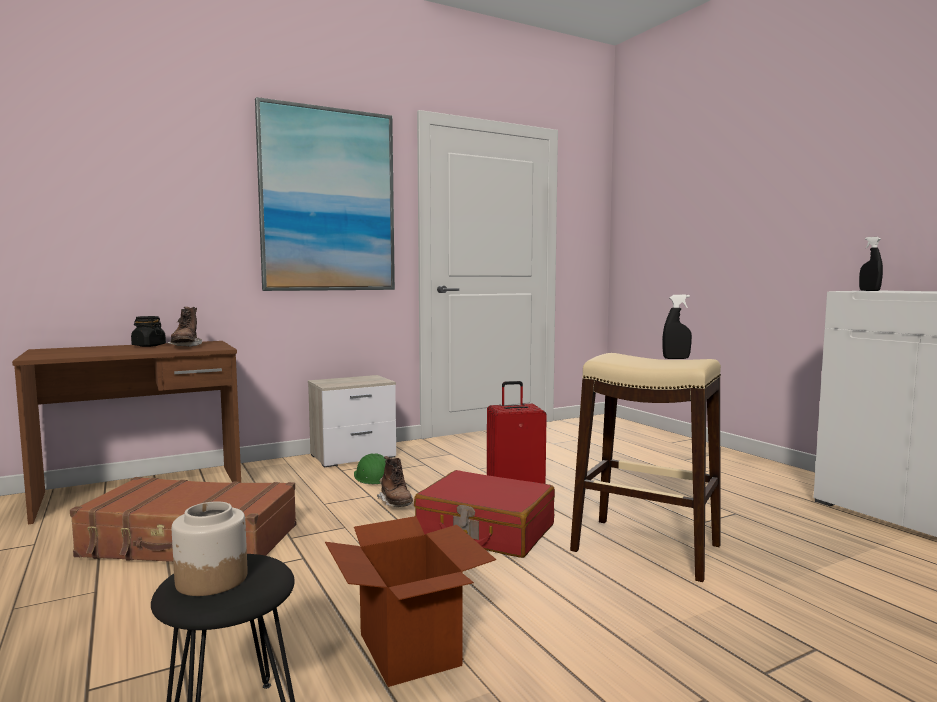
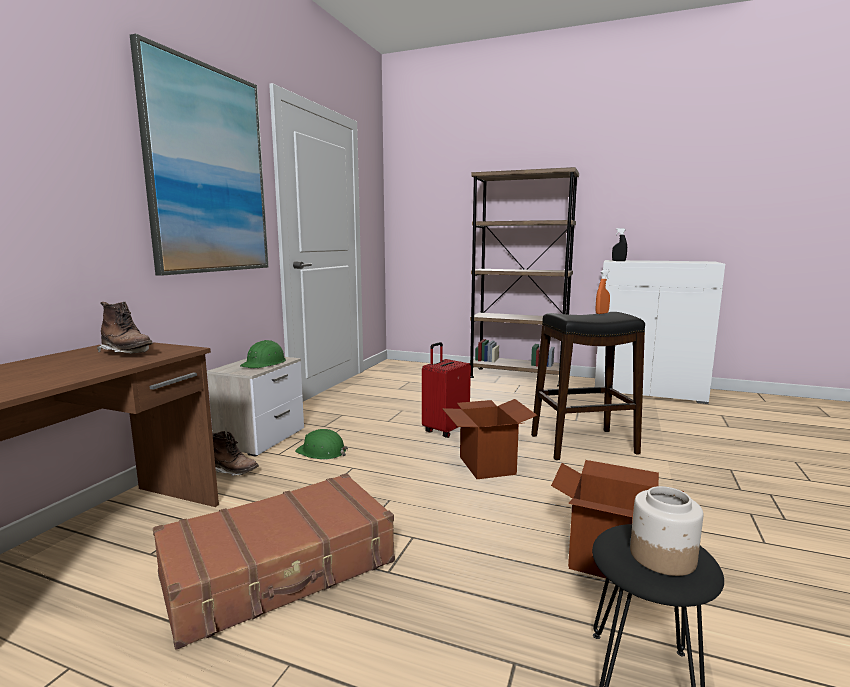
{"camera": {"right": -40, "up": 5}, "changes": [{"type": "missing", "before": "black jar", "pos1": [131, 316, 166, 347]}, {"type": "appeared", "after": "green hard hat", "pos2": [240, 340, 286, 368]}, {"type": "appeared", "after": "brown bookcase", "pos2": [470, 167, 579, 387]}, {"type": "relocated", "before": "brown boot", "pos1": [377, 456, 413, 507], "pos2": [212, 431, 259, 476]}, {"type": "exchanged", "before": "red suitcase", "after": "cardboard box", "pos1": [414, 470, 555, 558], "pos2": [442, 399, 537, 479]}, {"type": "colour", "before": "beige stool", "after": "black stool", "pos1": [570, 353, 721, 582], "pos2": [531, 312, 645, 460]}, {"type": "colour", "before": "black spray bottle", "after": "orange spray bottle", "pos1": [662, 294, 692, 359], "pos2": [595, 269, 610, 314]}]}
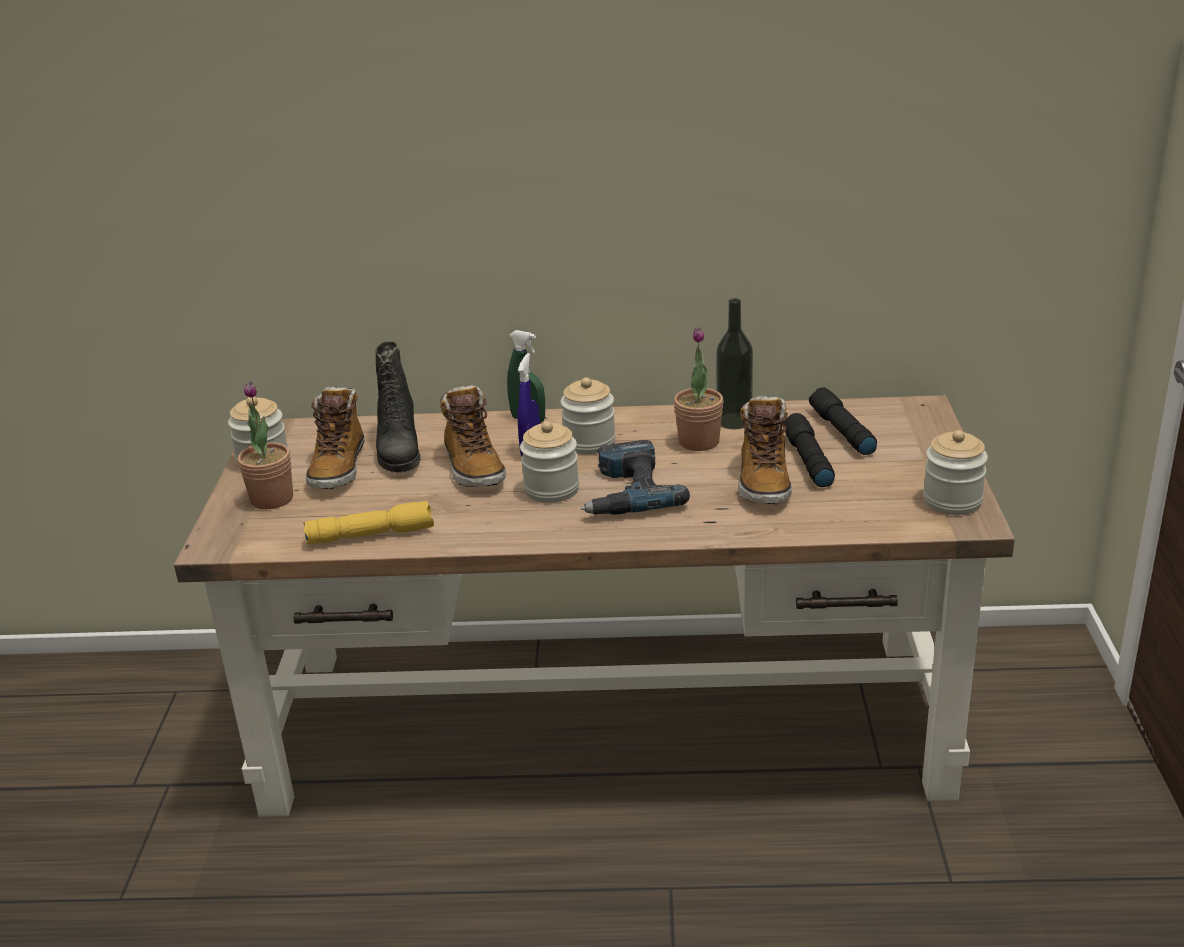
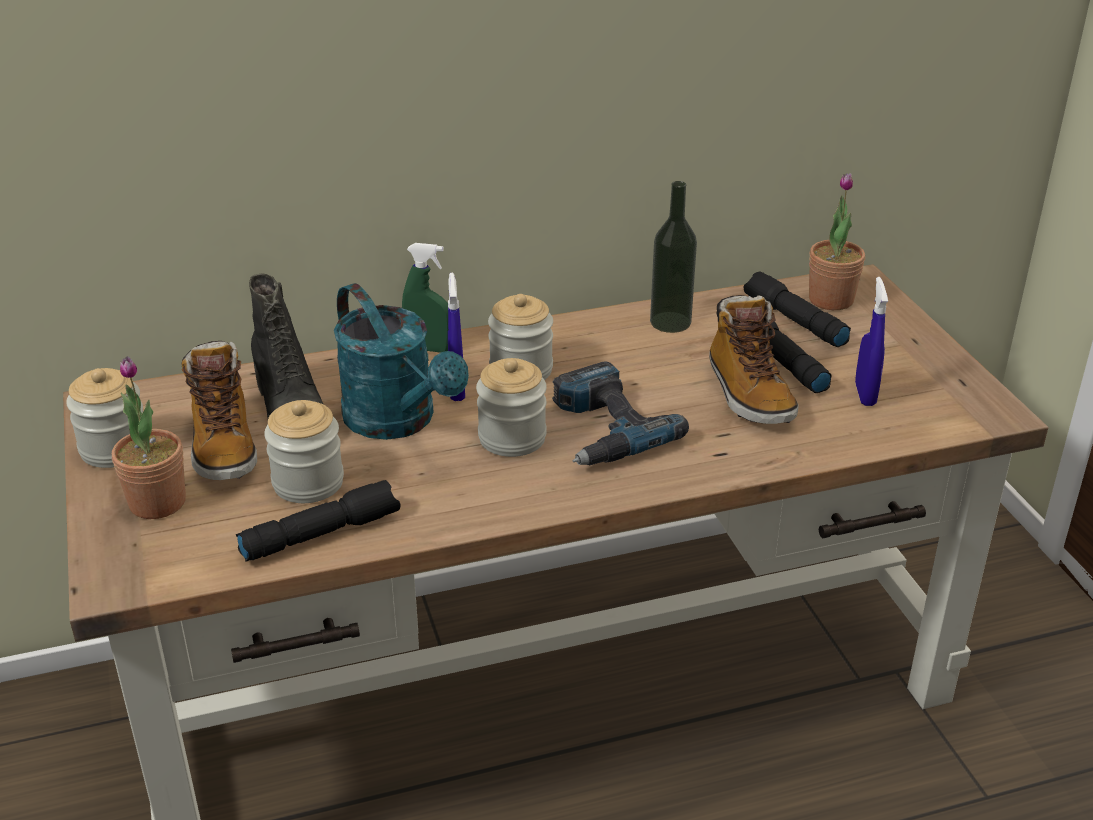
{"camera": {"right": -20, "up": 5}, "changes": [{"type": "appeared", "after": "blue spray bottle", "pos2": [855, 277, 888, 406]}, {"type": "relocated", "before": "potted plant", "pos1": [674, 327, 723, 451], "pos2": [809, 173, 865, 310]}, {"type": "relocated", "before": "jar", "pos1": [923, 430, 988, 515], "pos2": [264, 400, 344, 503]}, {"type": "exchanged", "before": "boot", "after": "turquoise watering can", "pos1": [440, 385, 506, 487], "pos2": [334, 283, 469, 440]}, {"type": "colour", "before": "yellow flashlight", "after": "black flashlight", "pos1": [303, 501, 434, 544], "pos2": [236, 480, 400, 562]}]}
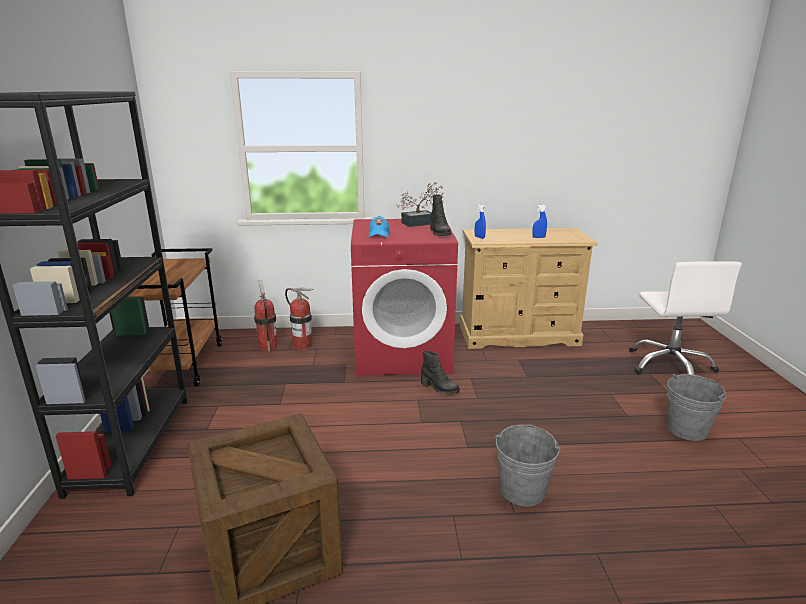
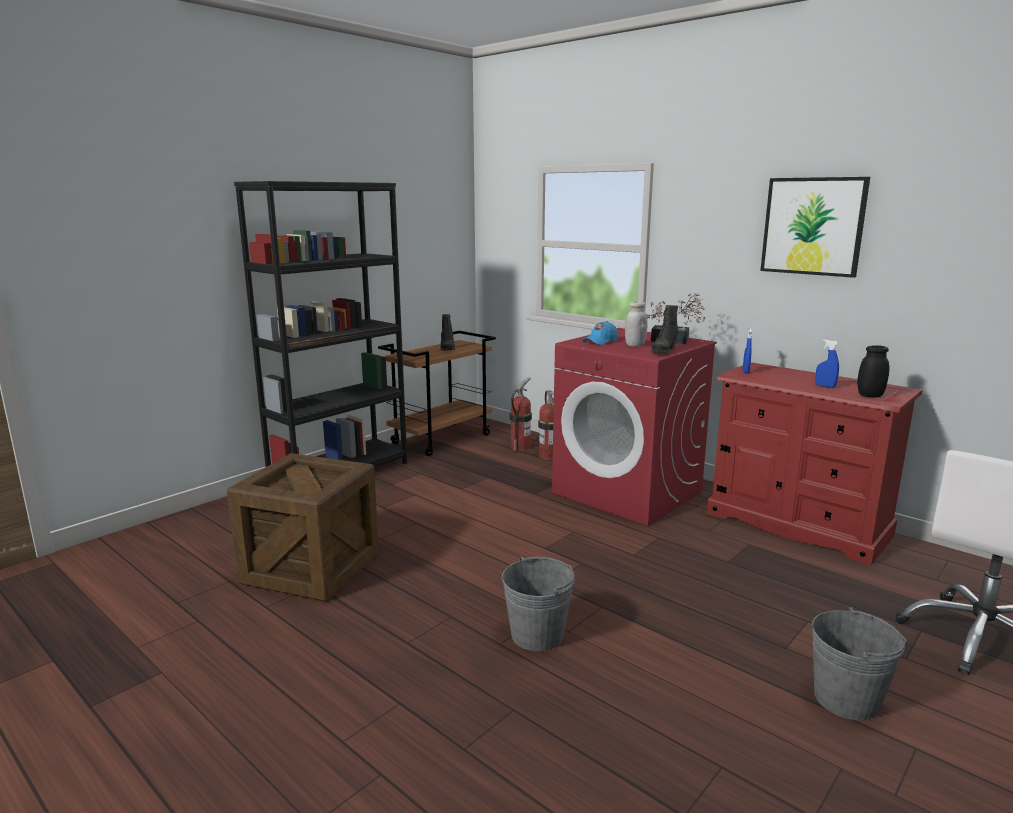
{"camera": {"right": 45, "up": -5}, "changes": [{"type": "appeared", "after": "white jar", "pos2": [625, 302, 648, 347]}, {"type": "appeared", "after": "picture", "pos2": [760, 177, 870, 278]}, {"type": "appeared", "after": "black jar", "pos2": [857, 345, 889, 397]}, {"type": "relocated", "before": "black boot", "pos1": [421, 351, 460, 394], "pos2": [441, 314, 455, 351]}, {"type": "colour", "before": "beige dresser", "after": "red dresser", "pos1": [460, 228, 598, 349], "pos2": [707, 362, 923, 565]}]}
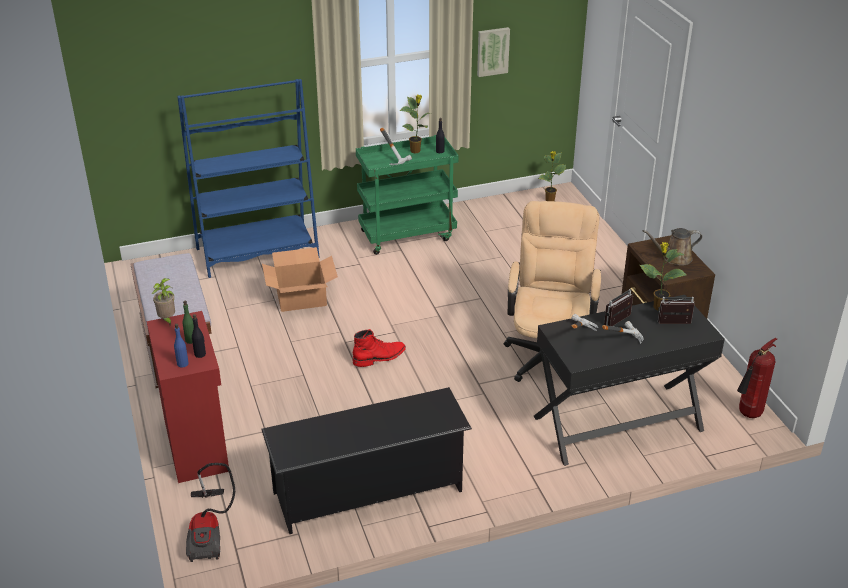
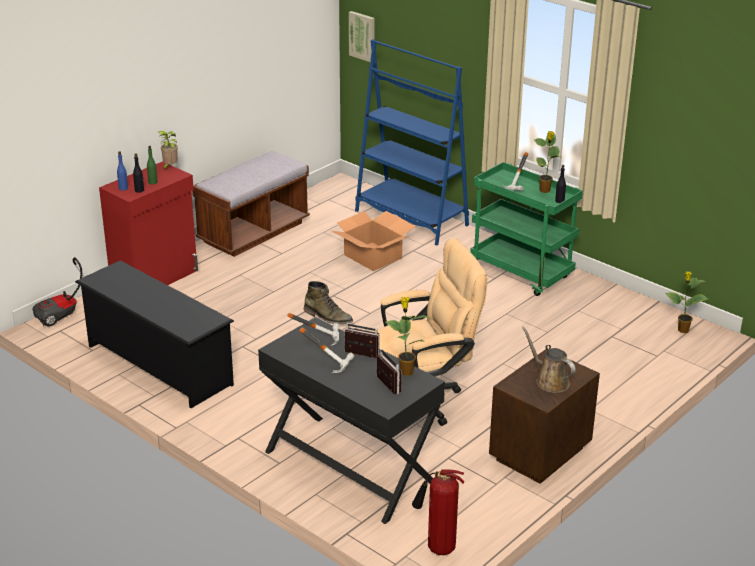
{"camera": {"right": 60, "up": -5}, "changes": [{"type": "relocated", "before": "picture", "pos1": [477, 27, 510, 77], "pos2": [349, 11, 375, 62]}, {"type": "colour", "before": "red boot", "after": "green boot", "pos1": [353, 329, 406, 367], "pos2": [304, 281, 353, 324]}]}
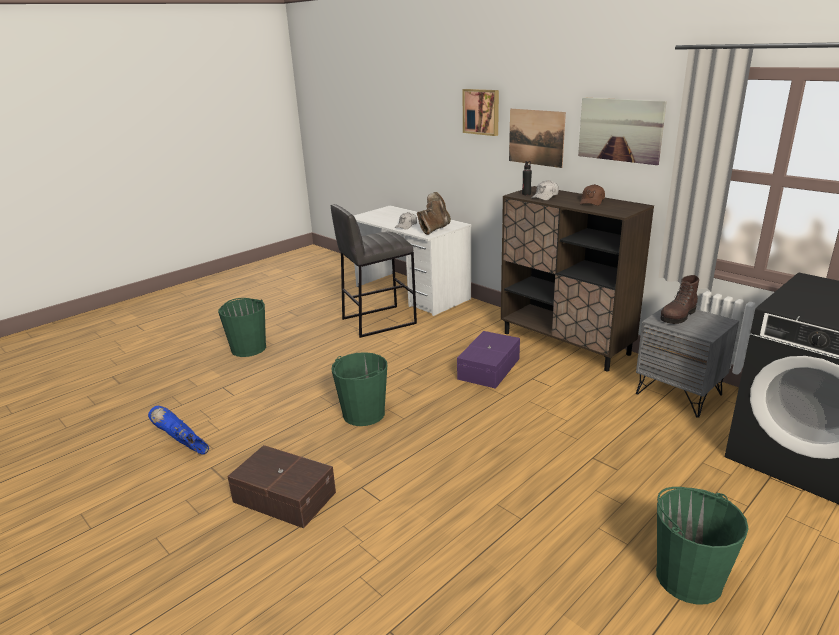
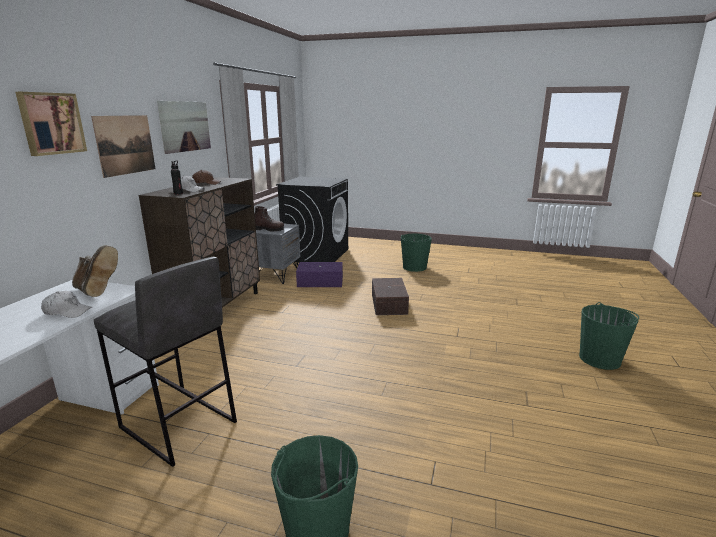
{"camera": {"right": -120, "up": -5}, "changes": [{"type": "missing", "before": "blue boot", "pos1": [148, 406, 209, 454]}, {"type": "relocated", "before": "brown storage box", "pos1": [227, 445, 336, 528], "pos2": [372, 278, 409, 315]}, {"type": "relocated", "before": "green bucket", "pos1": [331, 352, 387, 426], "pos2": [579, 302, 639, 370]}, {"type": "relocated", "before": "purple storage box", "pos1": [457, 331, 520, 389], "pos2": [296, 262, 343, 287]}, {"type": "spun", "before": "brown boot", "pos1": [417, 192, 451, 235], "pos2": [72, 245, 118, 297], "turn": -150}]}
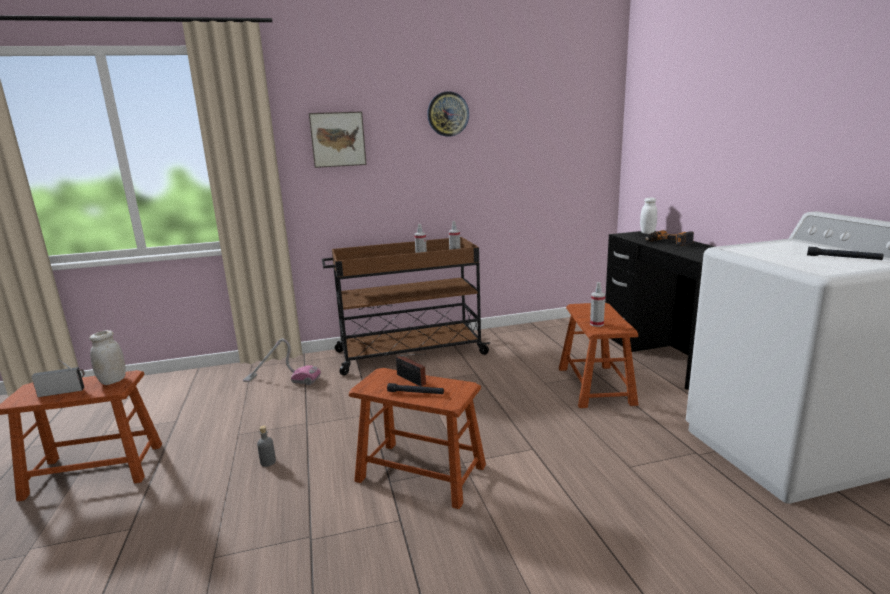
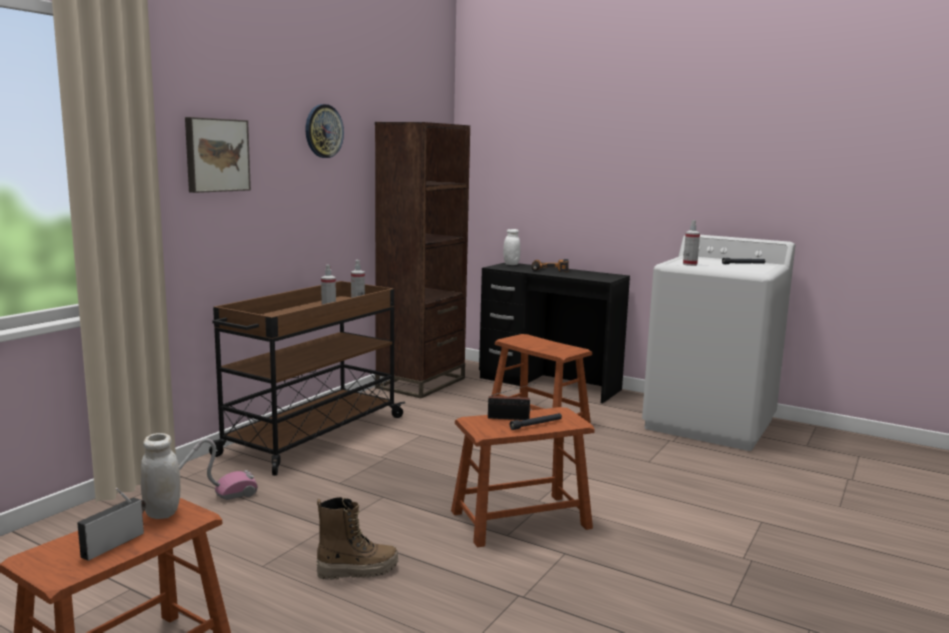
{"camera": {"right": -45, "up": -5}, "changes": [{"type": "appeared", "after": "brown bookcase", "pos2": [375, 122, 470, 398]}, {"type": "relocated", "before": "spray bottle", "pos1": [590, 282, 605, 327], "pos2": [683, 220, 700, 266]}, {"type": "exchanged", "before": "grey bottle", "after": "boot", "pos1": [257, 426, 276, 467], "pos2": [316, 497, 398, 580]}]}
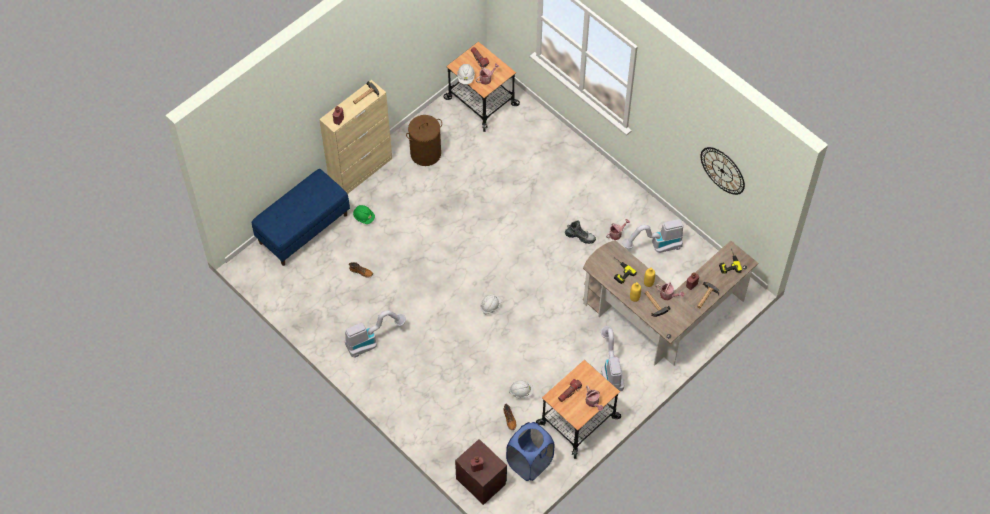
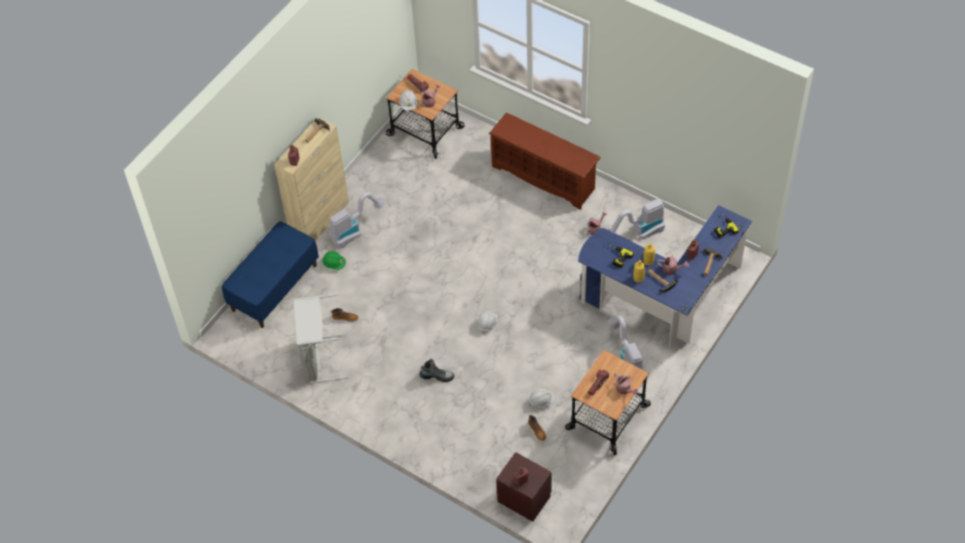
{"camera": {"right": -10, "up": -5}, "changes": [{"type": "missing", "before": "brown laundry basket", "pos1": [406, 115, 442, 166]}, {"type": "missing", "before": "blue laundry basket", "pos1": [506, 422, 555, 481]}, {"type": "missing", "before": "wall clock", "pos1": [701, 147, 745, 195]}, {"type": "appeared", "after": "grey laundry basket", "pos2": [293, 294, 351, 384]}, {"type": "appeared", "after": "brown shoe rack", "pos2": [489, 113, 601, 210]}, {"type": "relocated", "before": "vacuum cleaner", "pos1": [345, 310, 406, 358], "pos2": [329, 192, 385, 248]}, {"type": "relocated", "before": "boot", "pos1": [565, 220, 596, 244], "pos2": [419, 359, 454, 382]}, {"type": "colour", "before": "brown desk", "after": "blue desk", "pos1": [583, 240, 758, 366], "pos2": [578, 205, 752, 348]}]}
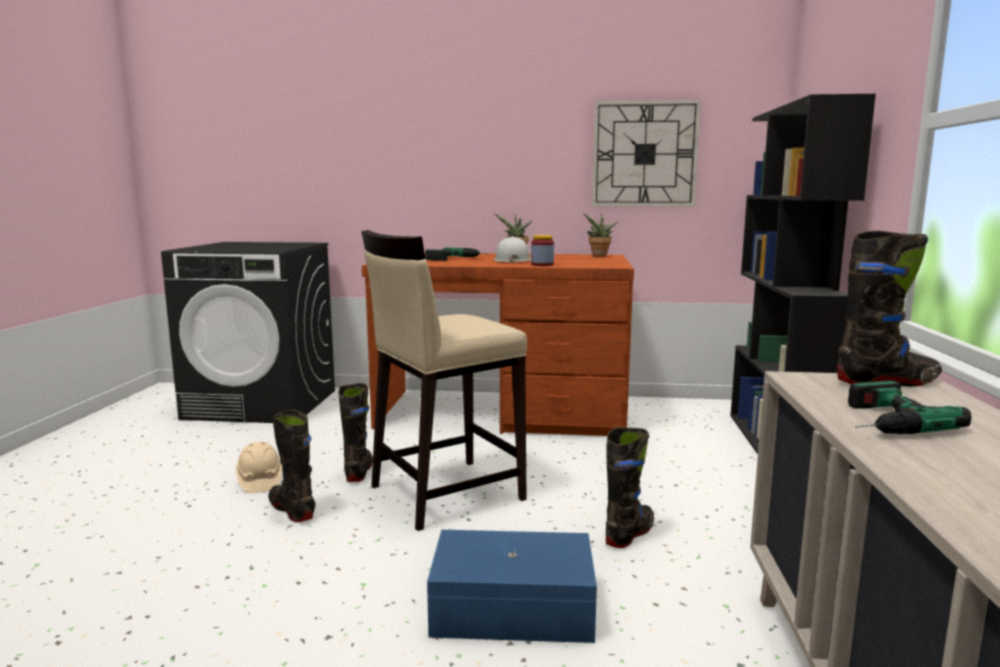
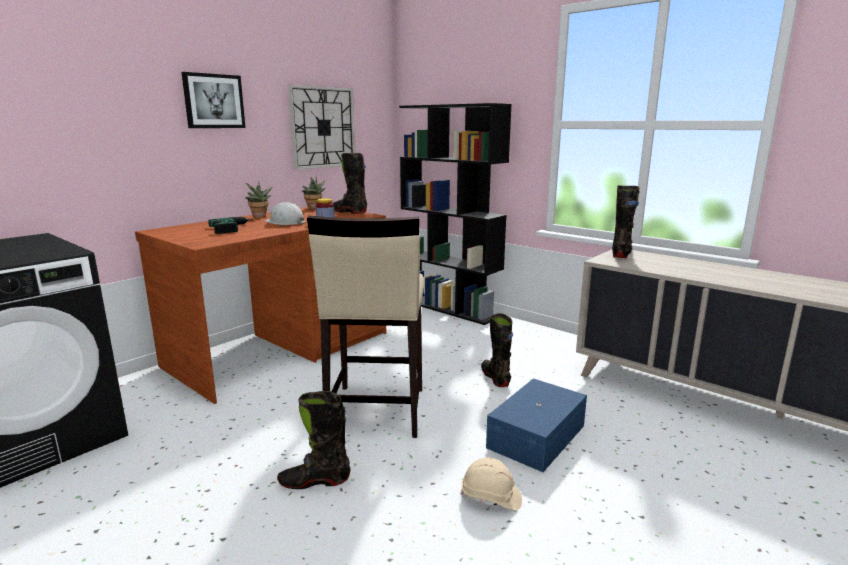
{"camera": {"right": -55, "up": 5}, "changes": [{"type": "missing", "before": "power drill", "pos1": [848, 380, 971, 434]}, {"type": "appeared", "after": "picture", "pos2": [181, 72, 246, 128]}, {"type": "relocated", "before": "beige hard hat", "pos1": [235, 442, 282, 493], "pos2": [460, 458, 522, 511]}, {"type": "relocated", "before": "black boot", "pos1": [338, 383, 373, 482], "pos2": [333, 153, 367, 214]}]}
